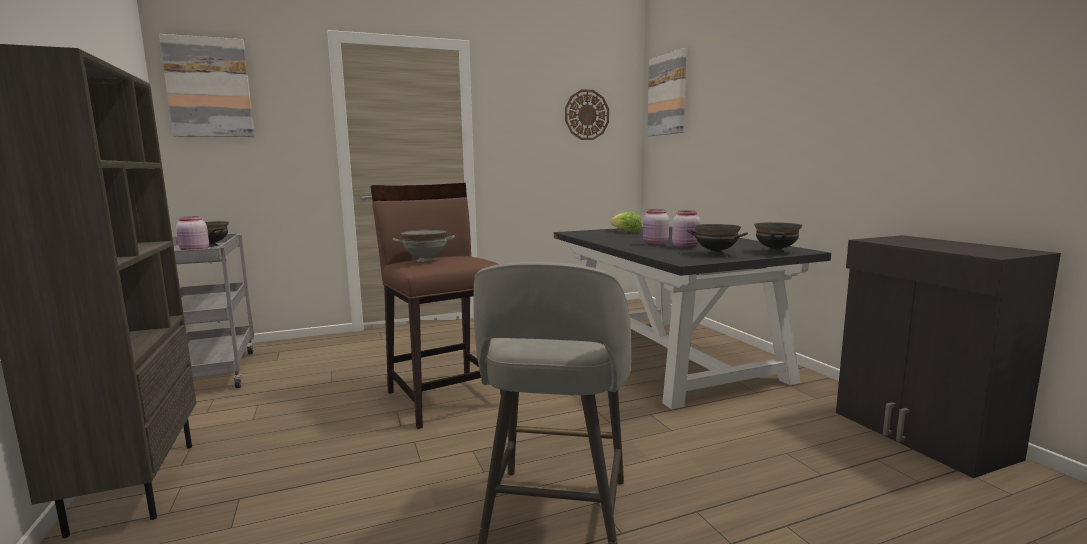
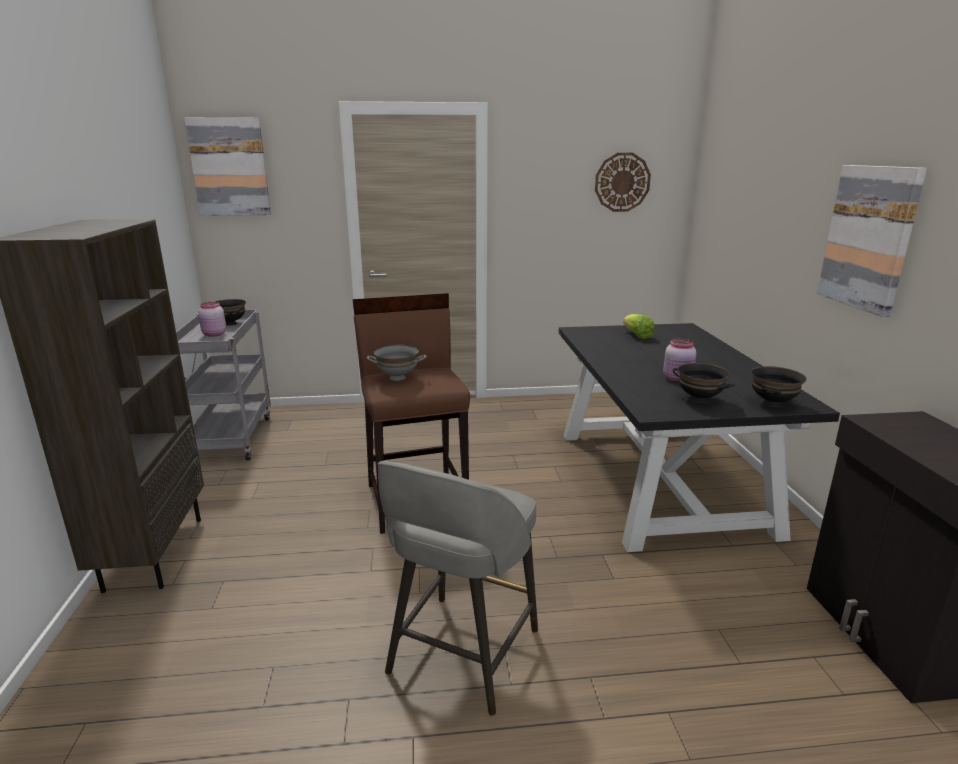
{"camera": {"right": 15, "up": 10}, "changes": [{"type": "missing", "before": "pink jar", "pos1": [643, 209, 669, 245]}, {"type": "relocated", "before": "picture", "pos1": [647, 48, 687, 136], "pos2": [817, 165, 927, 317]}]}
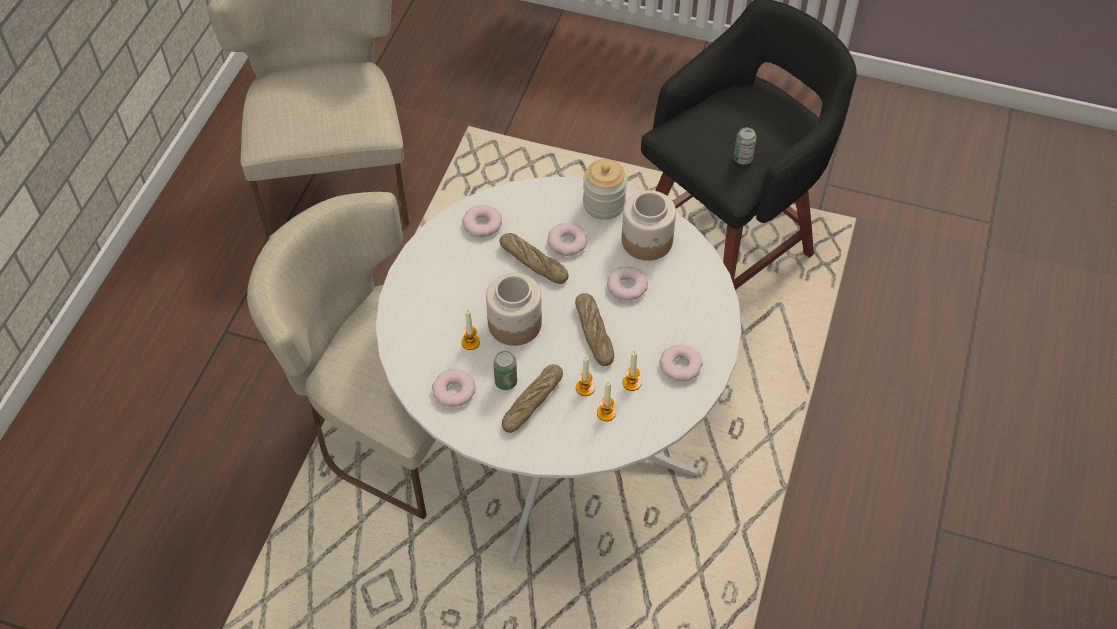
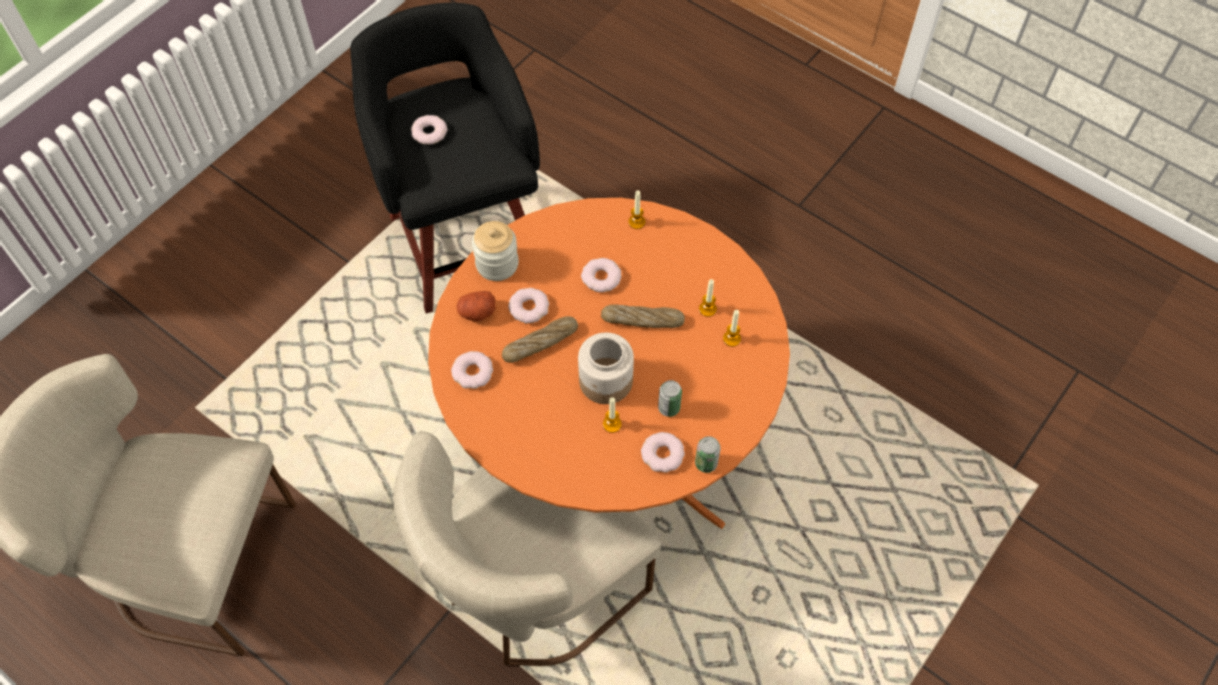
{"camera": {"right": -70, "up": 5}, "changes": [{"type": "missing", "before": "bread", "pos1": [502, 364, 563, 433]}, {"type": "missing", "before": "jar", "pos1": [622, 190, 676, 261]}, {"type": "appeared", "after": "potato", "pos2": [457, 291, 495, 322]}, {"type": "relocated", "before": "candle", "pos1": [576, 356, 595, 396], "pos2": [628, 190, 645, 229]}, {"type": "relocated", "before": "donut", "pos1": [660, 345, 703, 381], "pos2": [411, 115, 448, 145]}, {"type": "relocated", "before": "can", "pos1": [734, 127, 757, 165], "pos2": [695, 436, 721, 473]}, {"type": "colour", "before": "white dining table", "after": "orange dining table", "pos1": [376, 177, 741, 564], "pos2": [428, 198, 790, 529]}]}
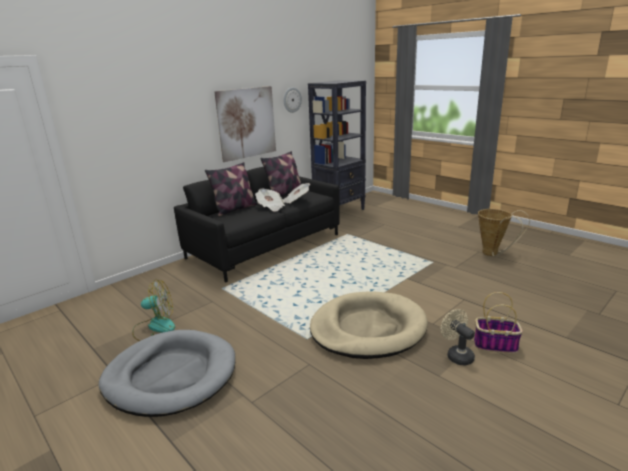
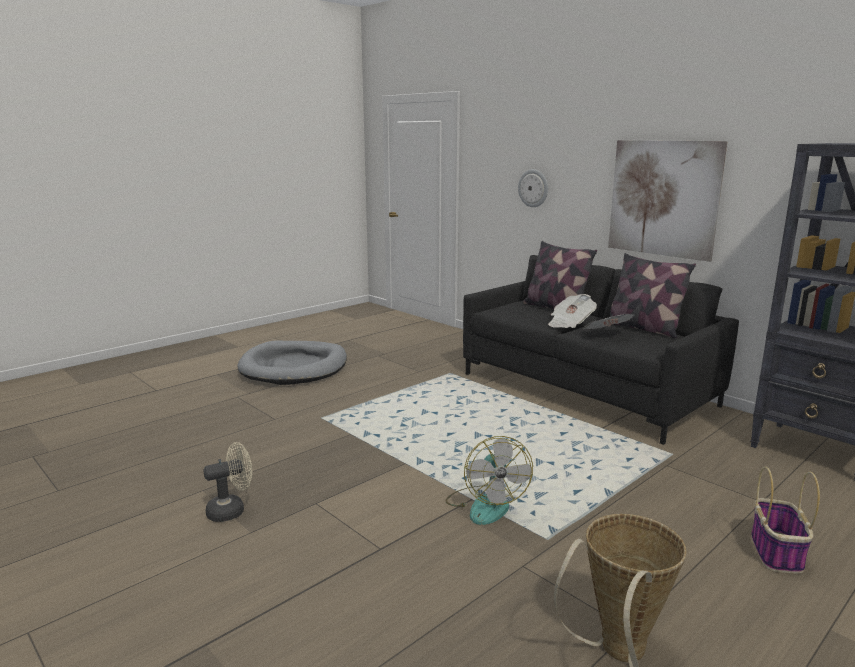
{"camera": {"right": 90, "up": -5}, "changes": [{"type": "missing", "before": "beige dog bed", "pos1": [310, 291, 428, 359]}, {"type": "relocated", "before": "fan", "pos1": [132, 279, 175, 341], "pos2": [445, 436, 533, 525]}, {"type": "relocated", "before": "wall clock", "pos1": [283, 87, 302, 113], "pos2": [518, 169, 548, 207]}, {"type": "relocated", "before": "basket", "pos1": [474, 292, 523, 353], "pos2": [751, 467, 820, 574]}]}
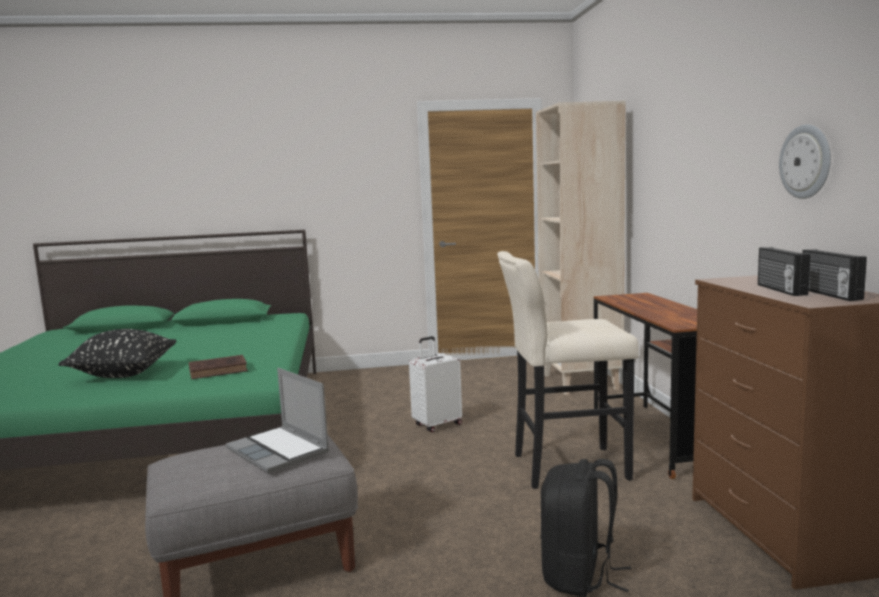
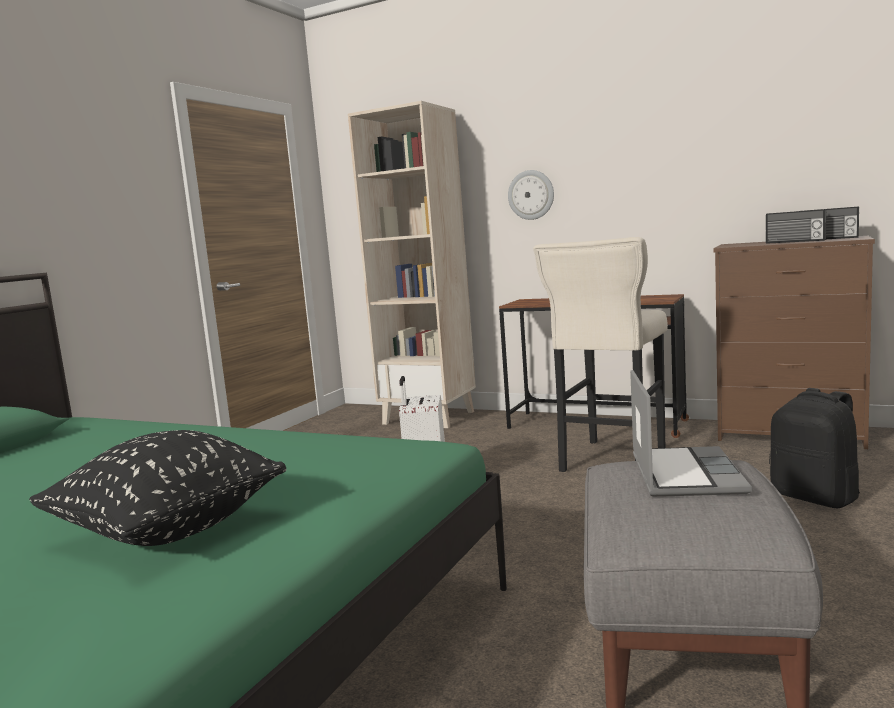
{"camera": {"right": -55, "up": 0}, "changes": [{"type": "missing", "before": "brown book", "pos1": [189, 355, 248, 379]}, {"type": "relocated", "before": "wall clock", "pos1": [779, 124, 831, 199], "pos2": [508, 170, 554, 220]}, {"type": "spun", "before": "laptop", "pos1": [226, 368, 329, 474], "pos2": [630, 370, 752, 497], "turn": -75}]}
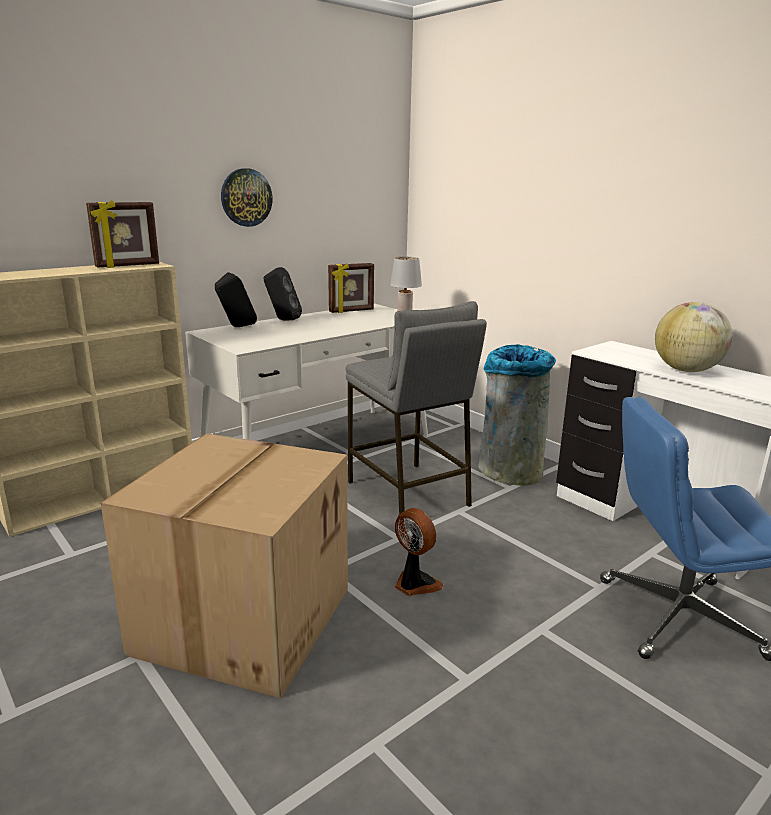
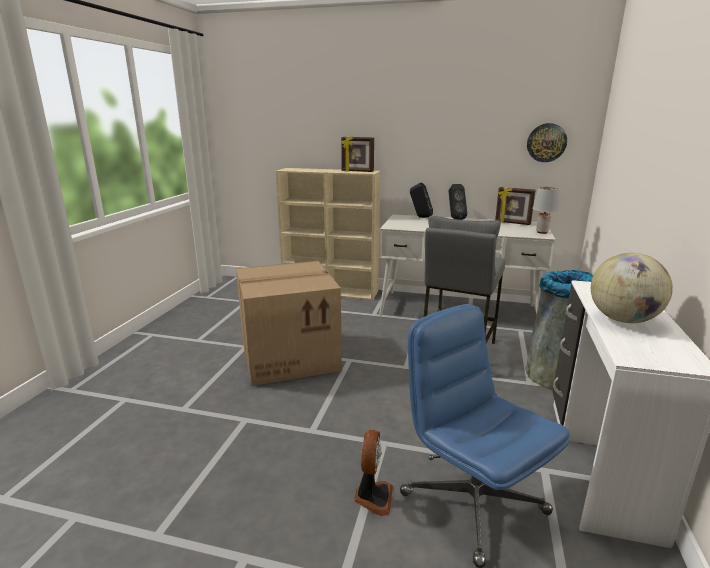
{"camera": {"right": 55, "up": 0}, "changes": [{"type": "relocated", "before": "wall clock", "pos1": [221, 168, 273, 227], "pos2": [527, 123, 567, 162]}, {"type": "relocated", "before": "fan", "pos1": [395, 508, 443, 596], "pos2": [354, 430, 393, 516]}]}
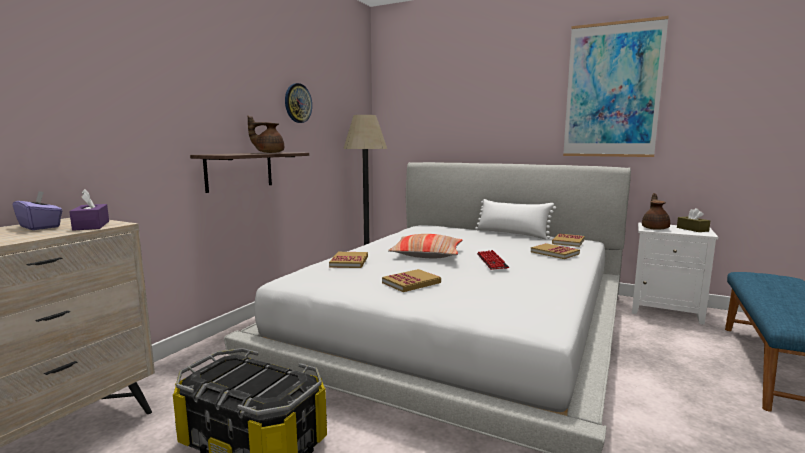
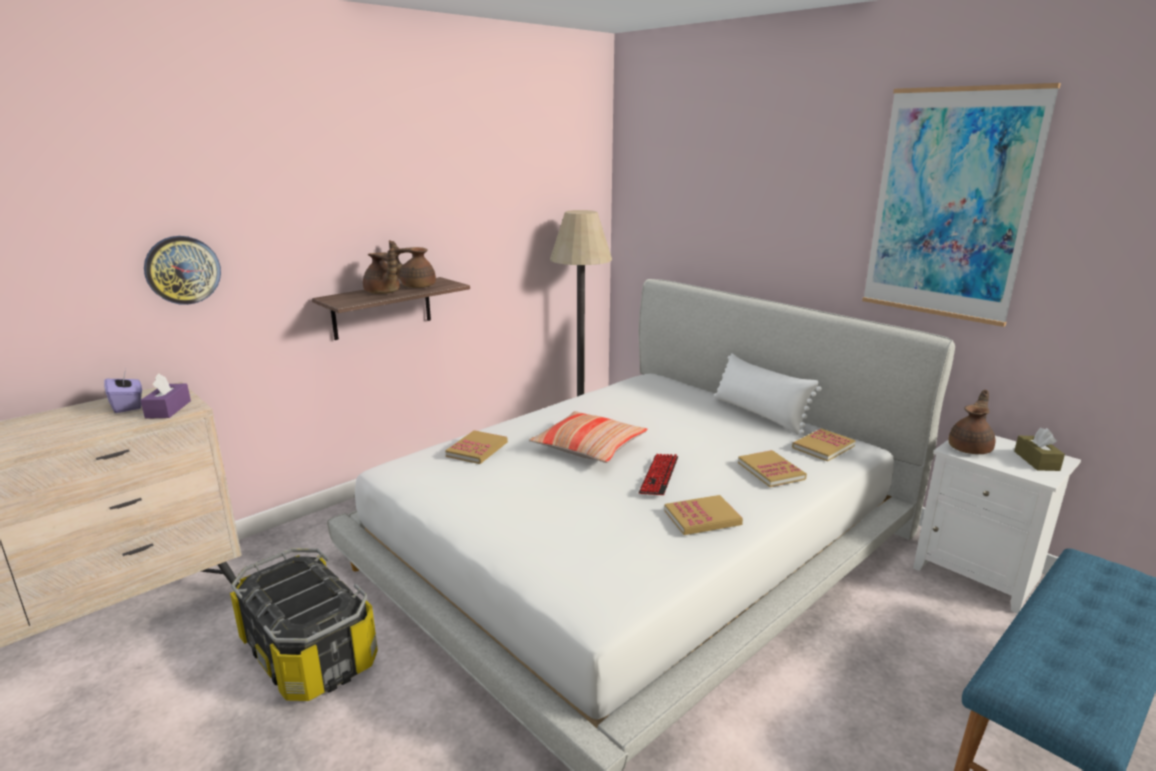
{"camera": {"right": 20, "up": 10}, "changes": [{"type": "appeared", "after": "brown teapot", "pos2": [363, 248, 400, 294]}, {"type": "relocated", "before": "wall clock", "pos1": [285, 83, 312, 123], "pos2": [144, 236, 221, 305]}, {"type": "relocated", "before": "book", "pos1": [382, 269, 441, 292], "pos2": [664, 495, 743, 535]}]}
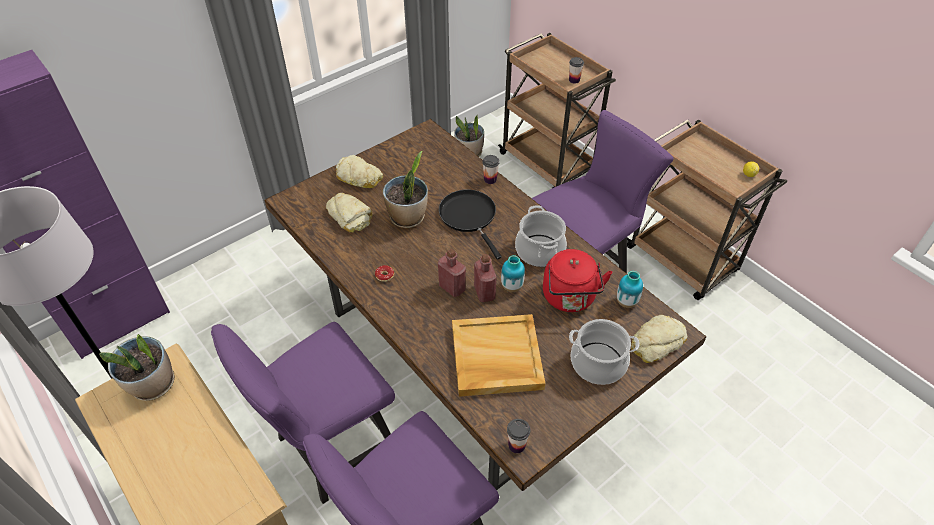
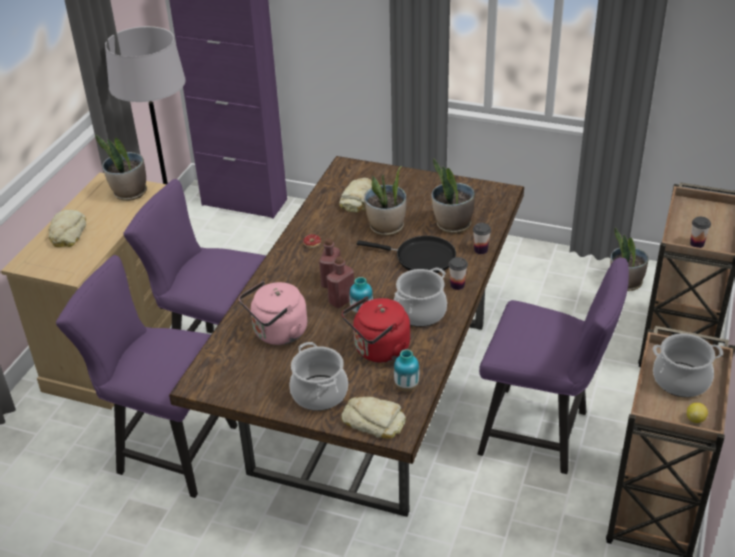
{"camera": {"right": 60, "up": -10}, "changes": [{"type": "appeared", "after": "potted plant", "pos2": [432, 158, 475, 234]}, {"type": "appeared", "after": "cooking pot", "pos2": [653, 333, 723, 397]}, {"type": "relocated", "before": "bread", "pos1": [336, 155, 383, 188], "pos2": [48, 210, 86, 247]}, {"type": "relocated", "before": "cup", "pos1": [507, 419, 530, 453], "pos2": [449, 257, 468, 290]}, {"type": "exchanged", "before": "beige tray", "after": "pink kettle", "pos1": [452, 314, 545, 397], "pos2": [239, 281, 307, 345]}, {"type": "spun", "before": "black frying pan", "pos1": [439, 190, 502, 259], "pos2": [357, 236, 456, 273], "turn": 75}]}
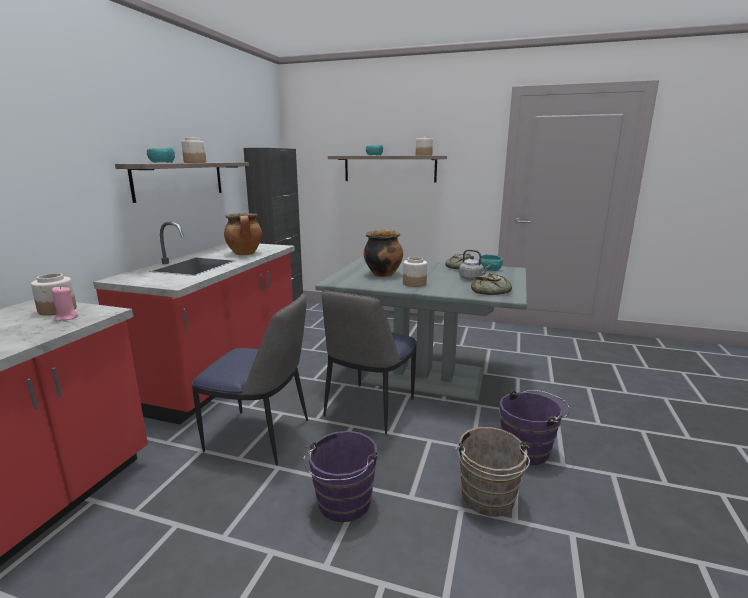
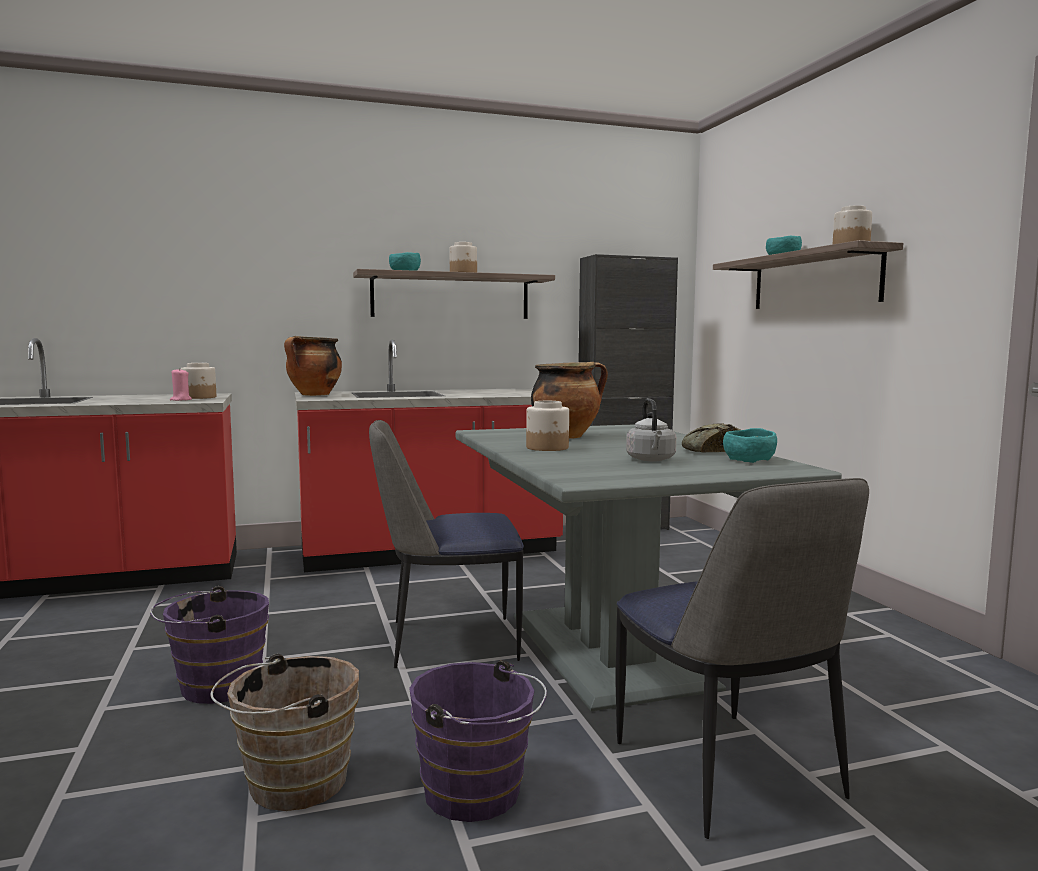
{"camera": {"right": 55, "up": -10}, "changes": [{"type": "missing", "before": "bread", "pos1": [471, 273, 512, 295]}, {"type": "relocated", "before": "chair", "pos1": [191, 293, 308, 465], "pos2": [615, 478, 869, 839]}, {"type": "relocated", "before": "cooking pot", "pos1": [224, 213, 262, 255], "pos2": [284, 336, 342, 396]}]}
